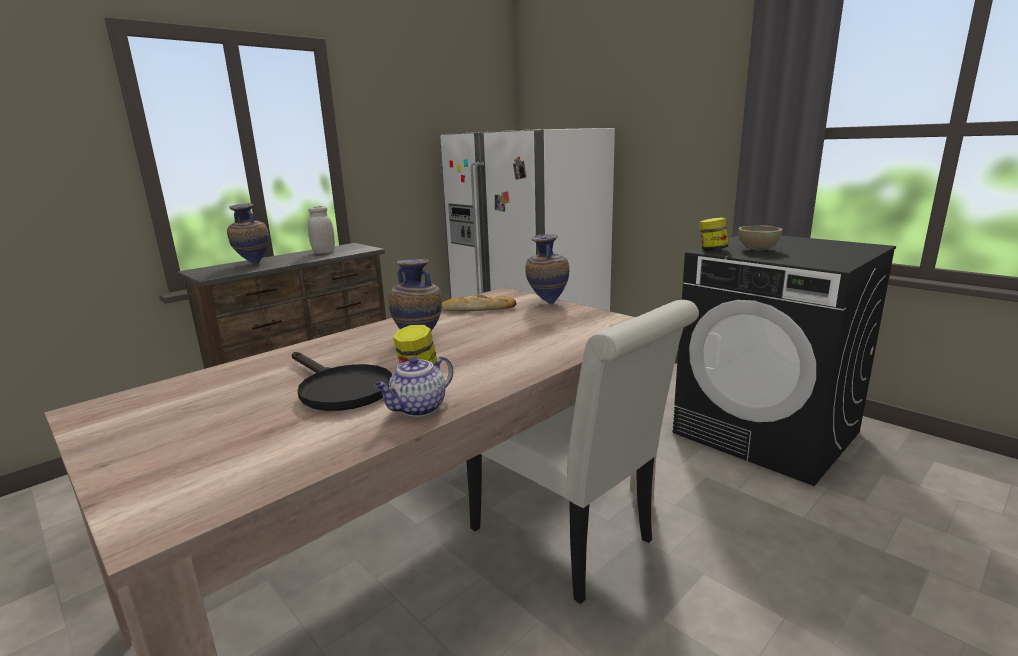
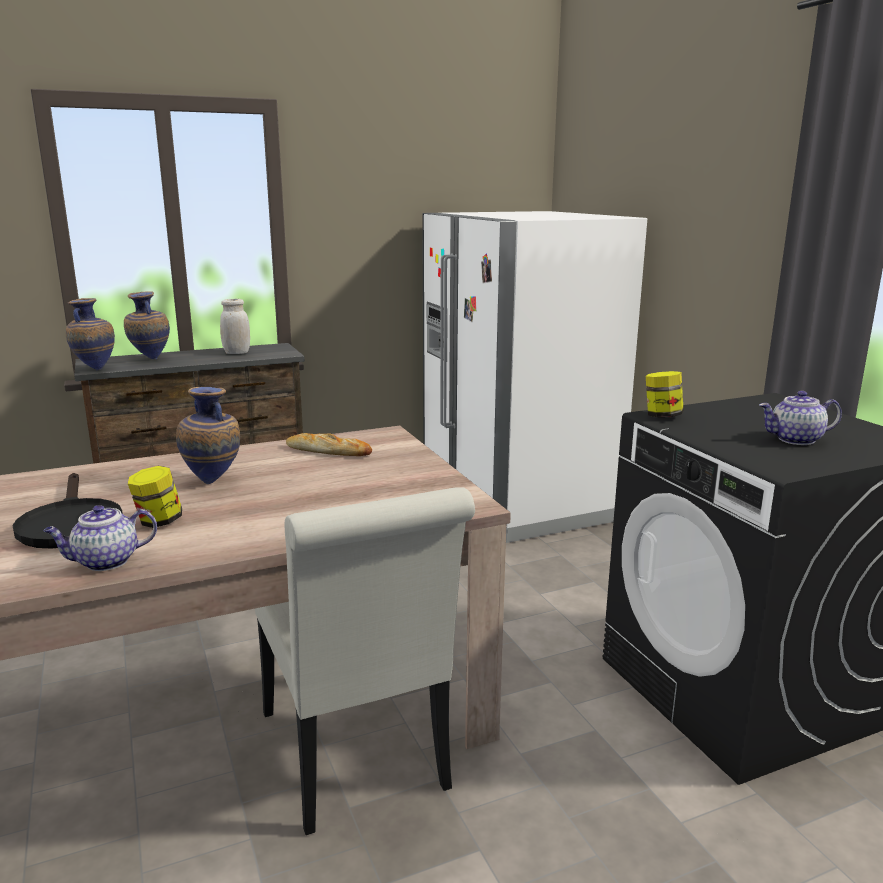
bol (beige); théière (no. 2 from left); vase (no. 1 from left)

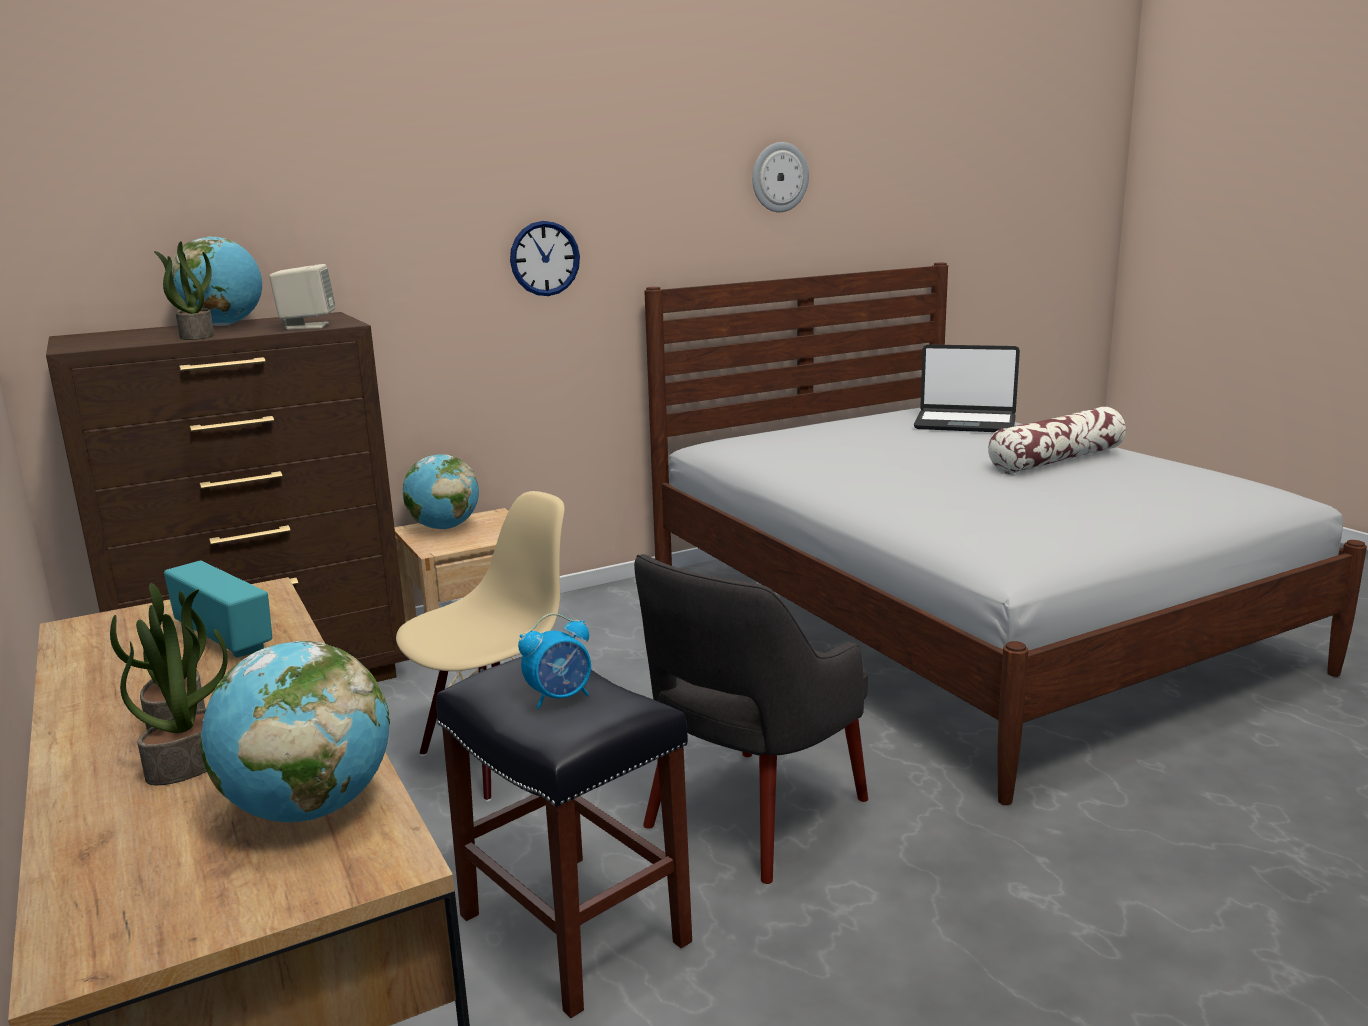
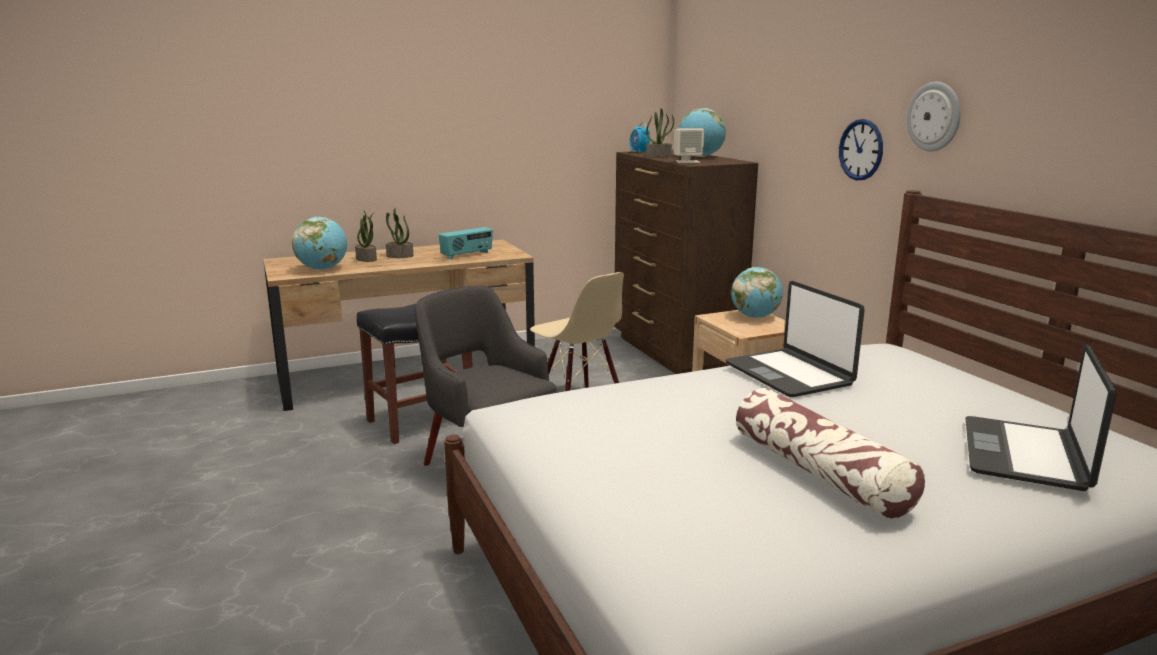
ordinateur portable (no. 1 from left); réveil; horloge murale (no. 2 from left)

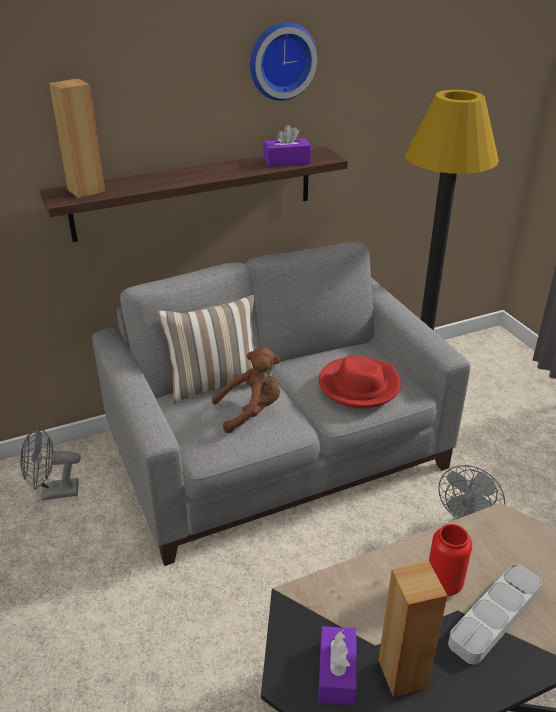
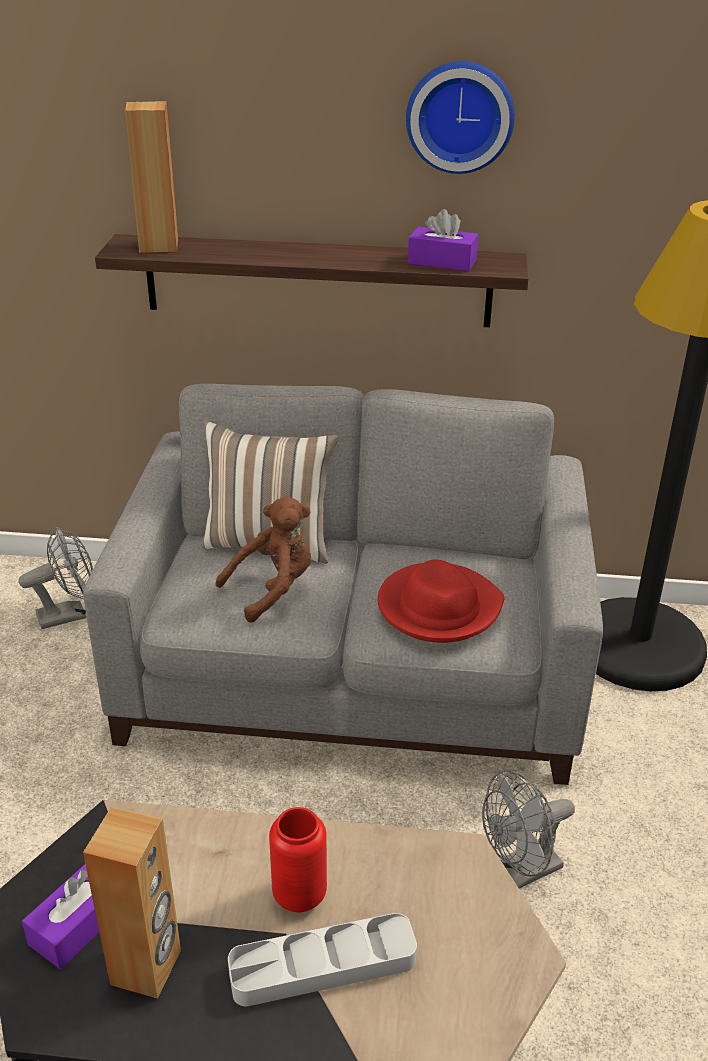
ventilateur (gris) (no. 1 from left); peluche (marron)

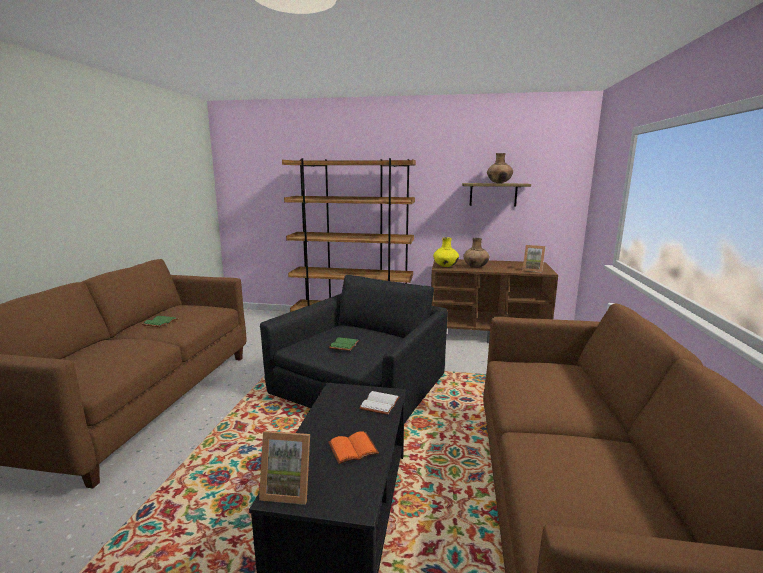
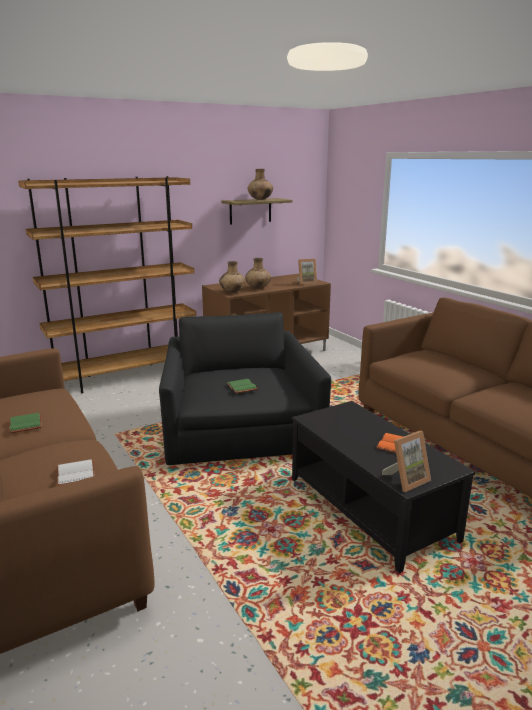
livre (blanc); vase (marron) (no. 1 from left)

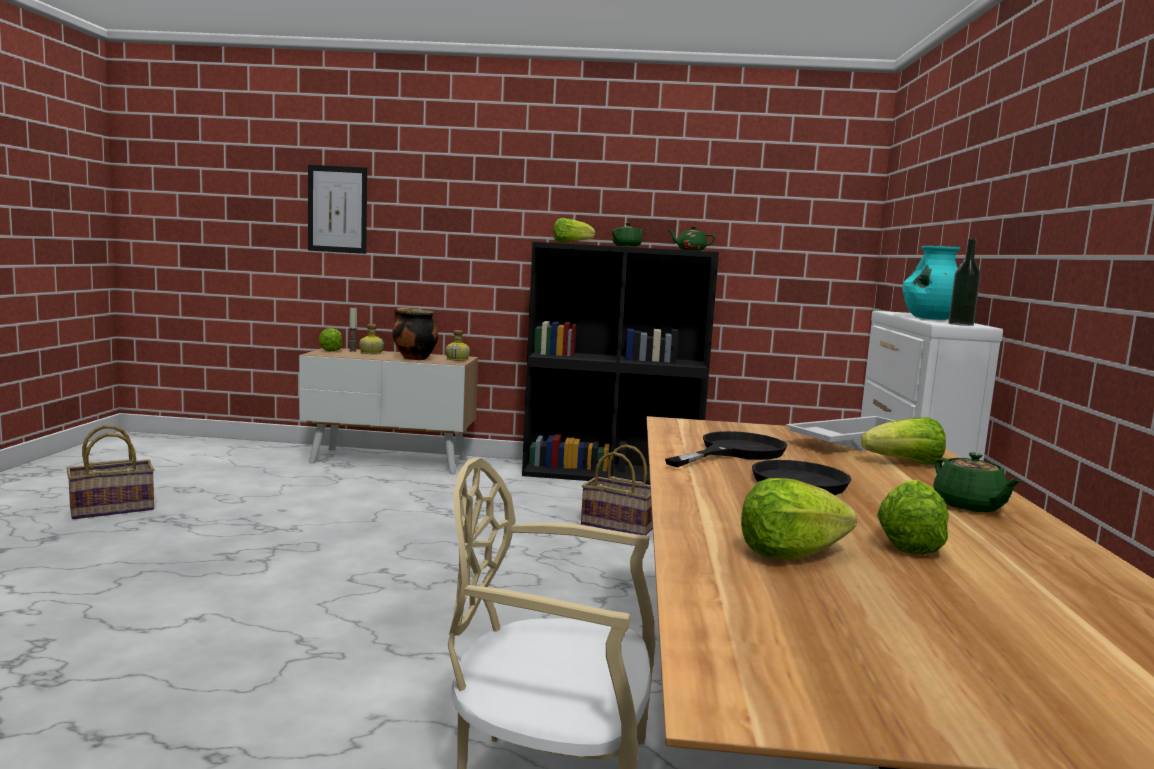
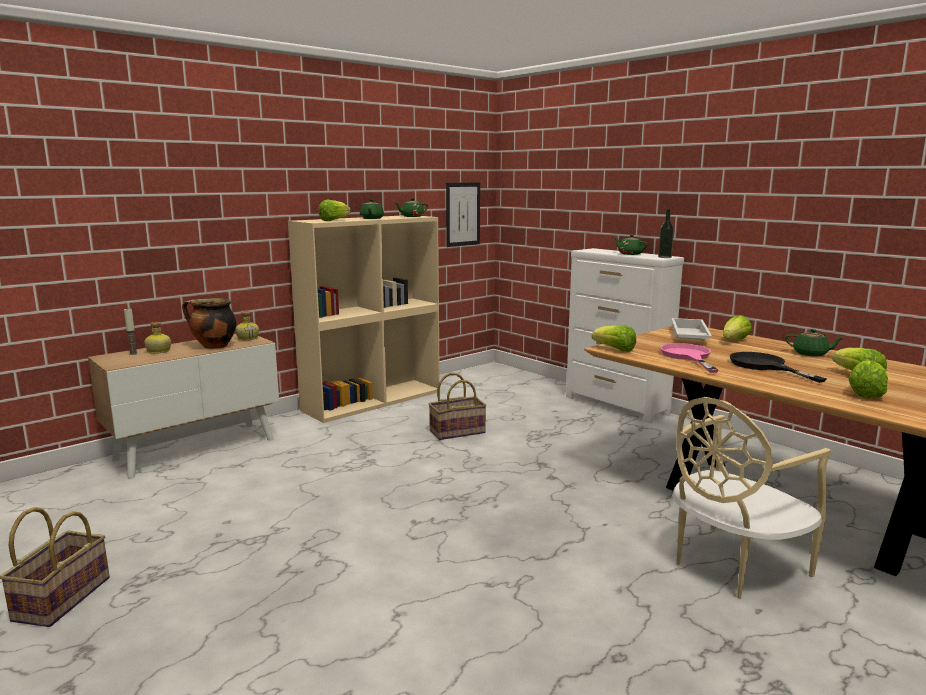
tableau; laitue (no. 2 from left); théière (vert) (no. 3 from left); bibliothèque (beige); poêle (rose)

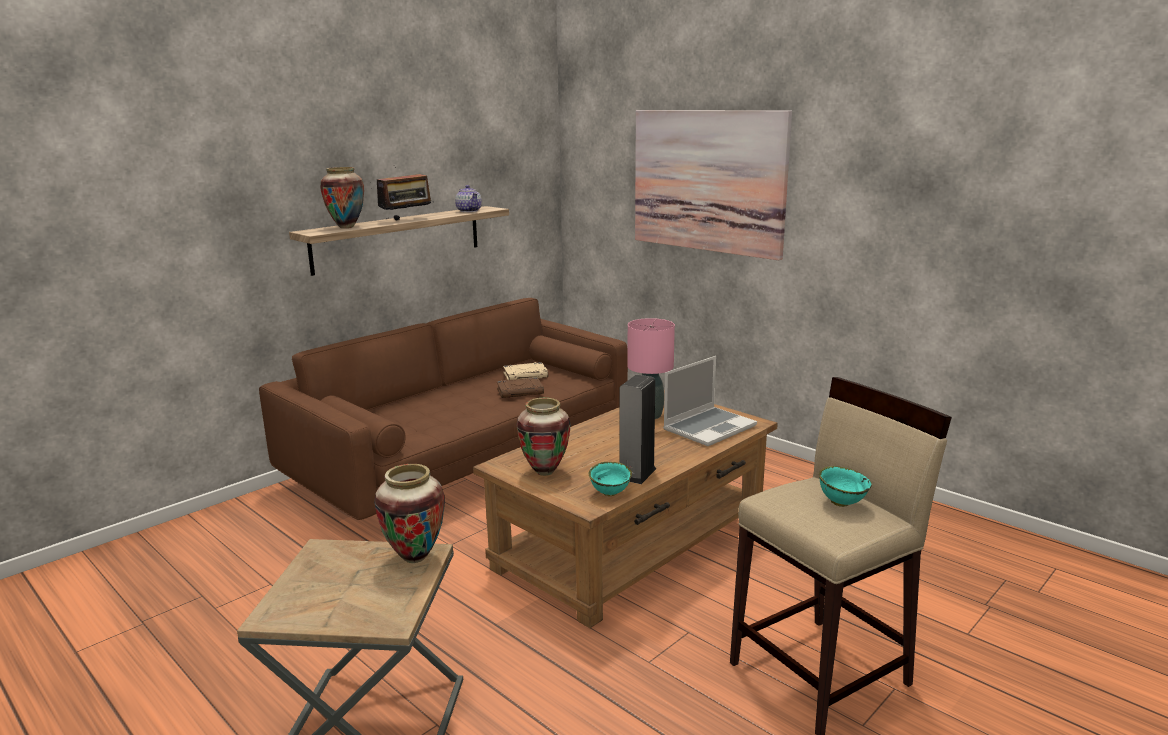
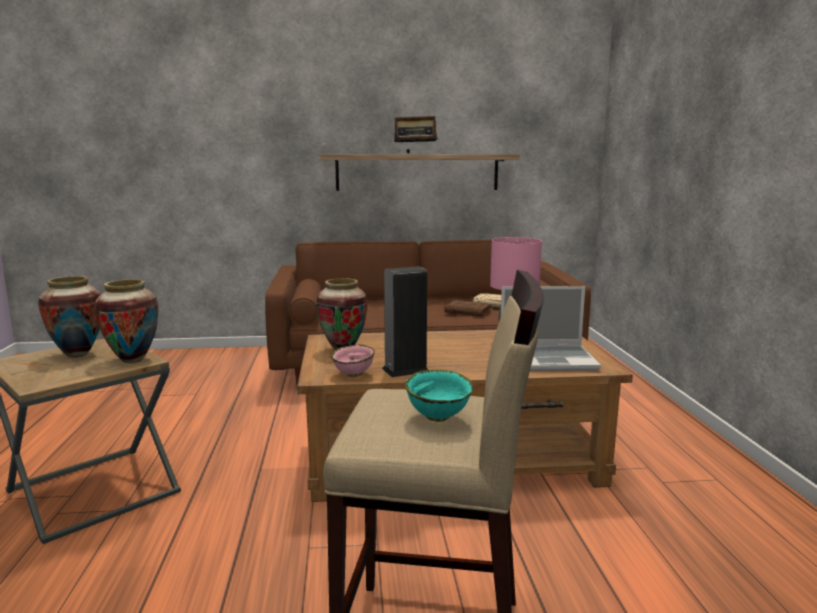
théière; tableau; vase (no. 1 from left); bol (rose)

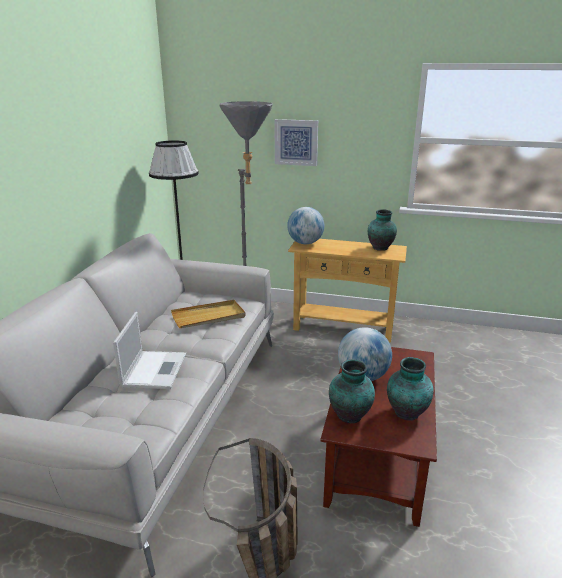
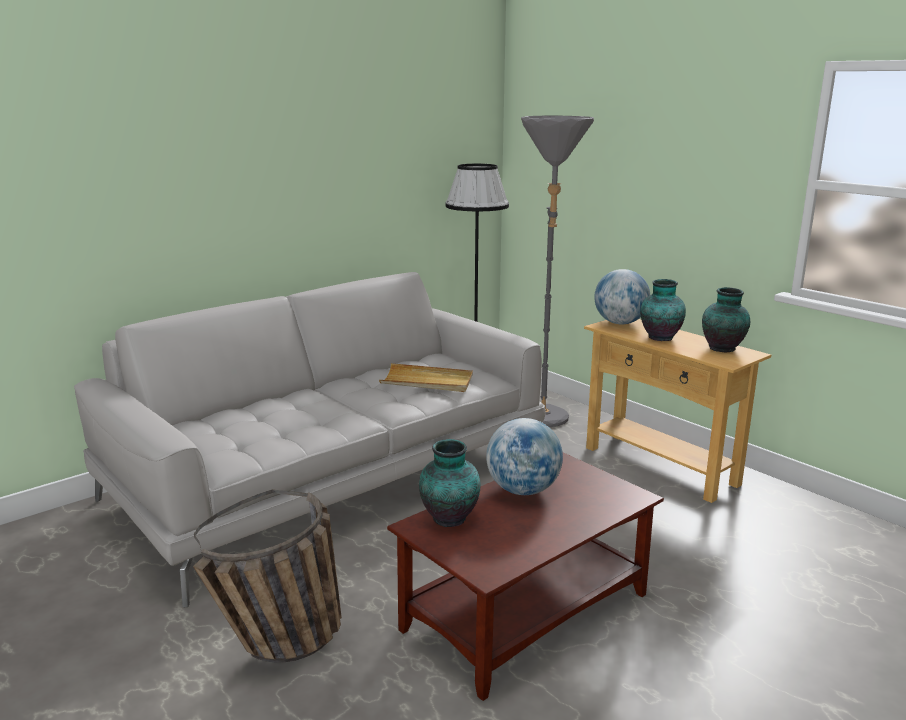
ordinateur portable; tableau; vase (no. 2 from left)

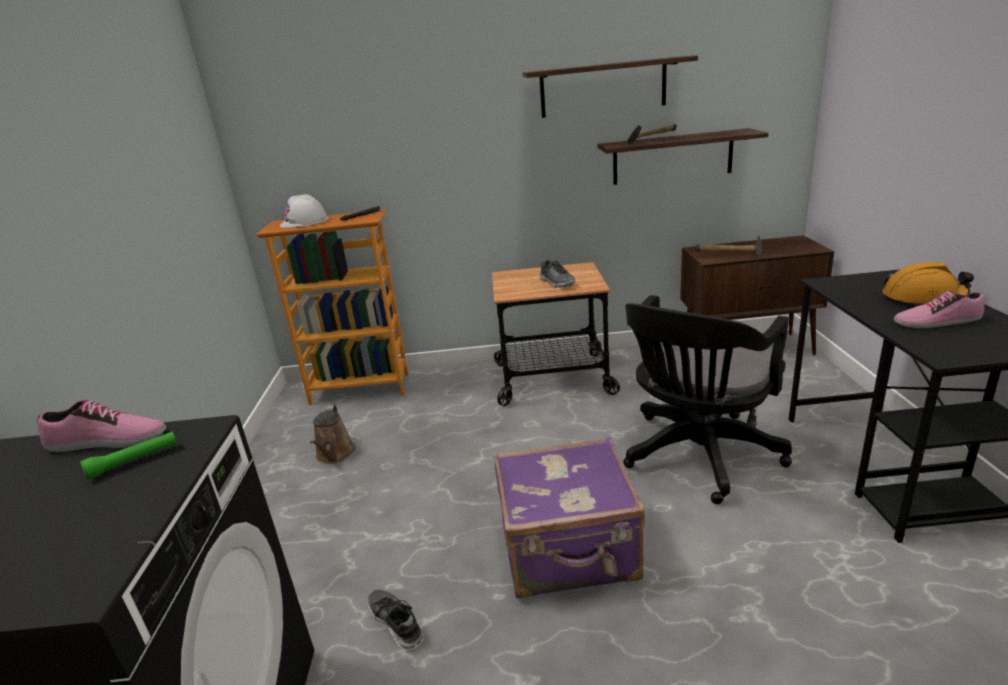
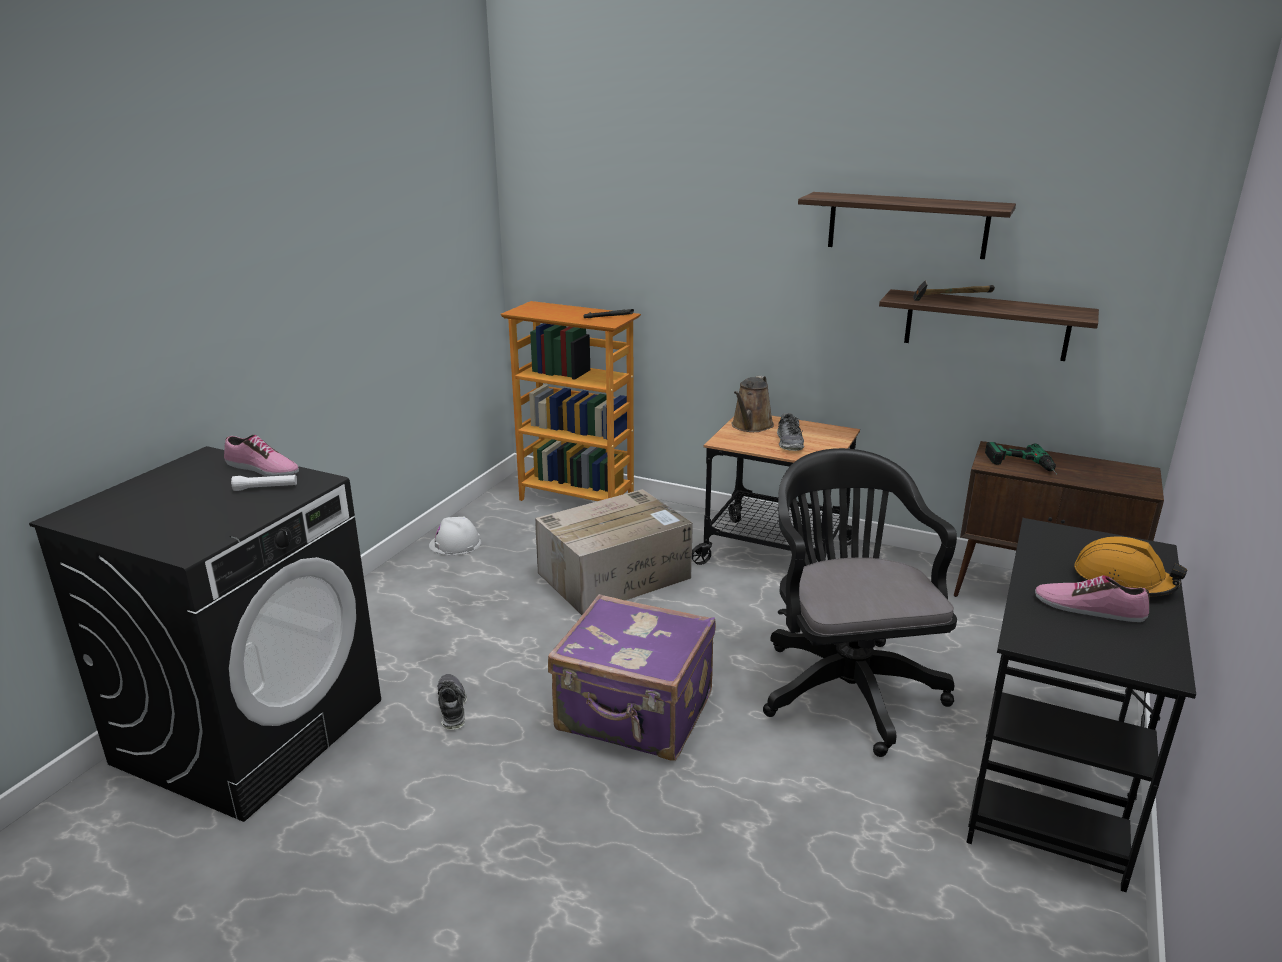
carton; casque de chantier (blanc); arrosoir (marron); perceuse; lampe de poche (blanc); chaise de bureau (noir)

